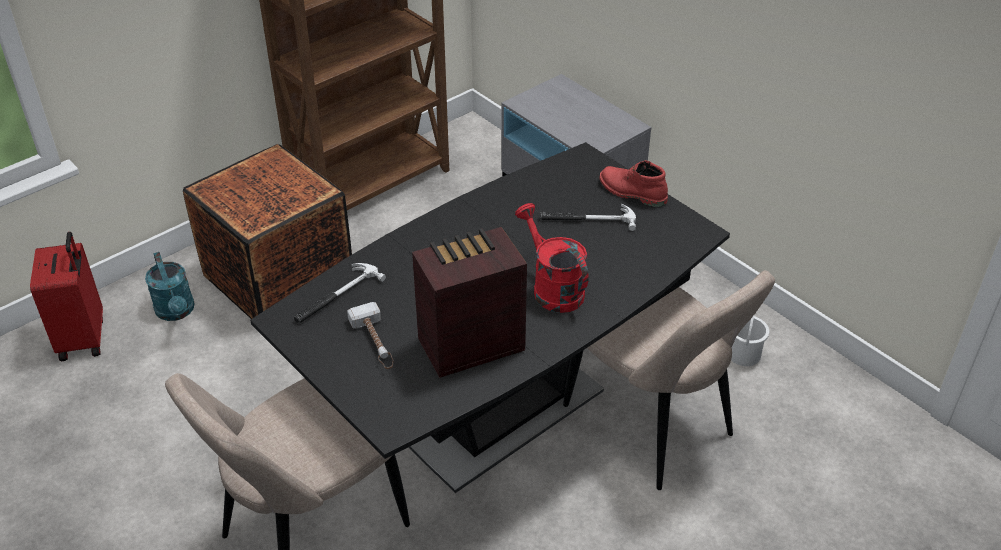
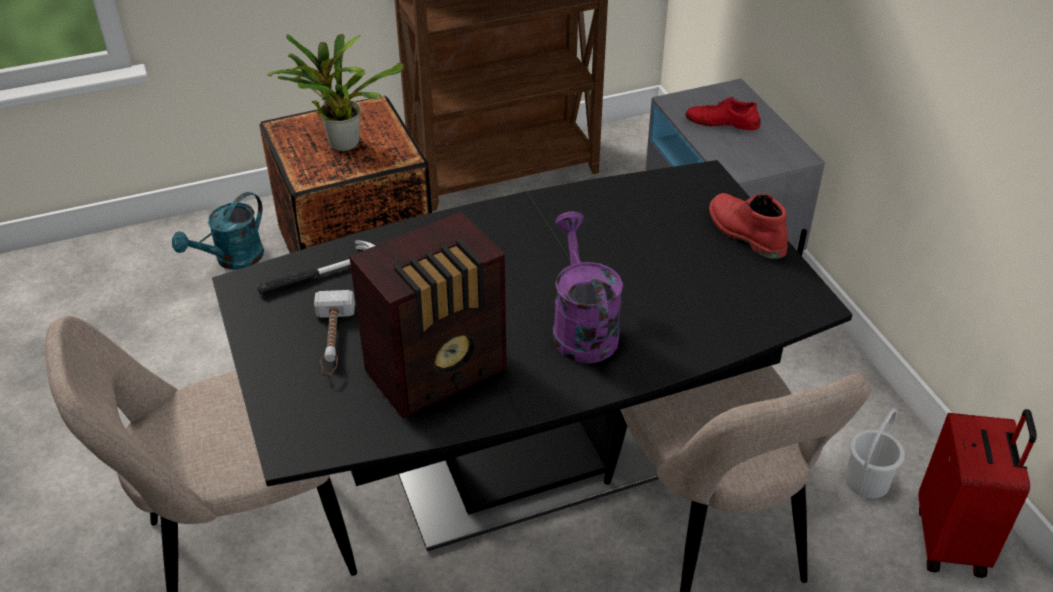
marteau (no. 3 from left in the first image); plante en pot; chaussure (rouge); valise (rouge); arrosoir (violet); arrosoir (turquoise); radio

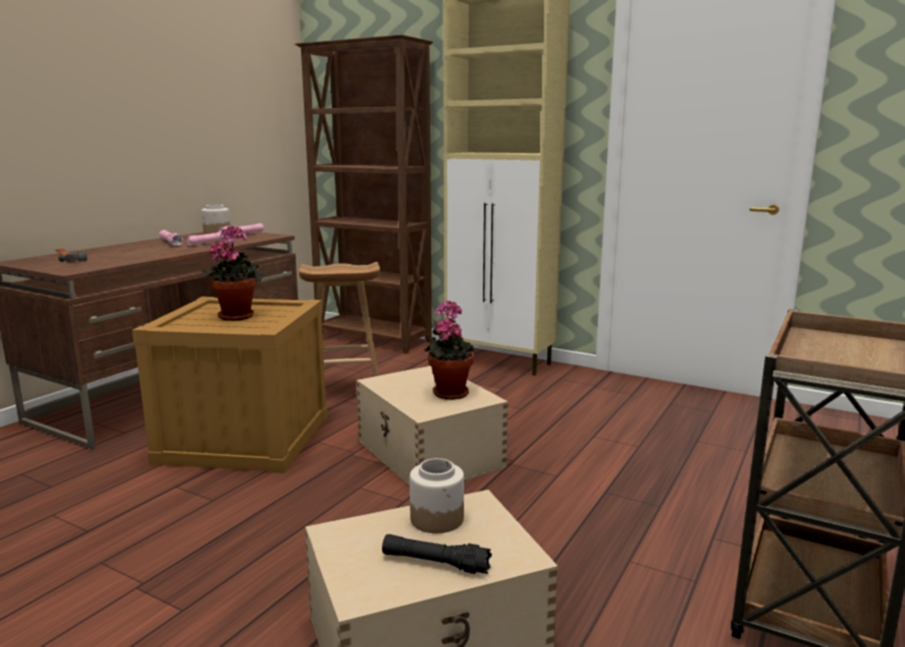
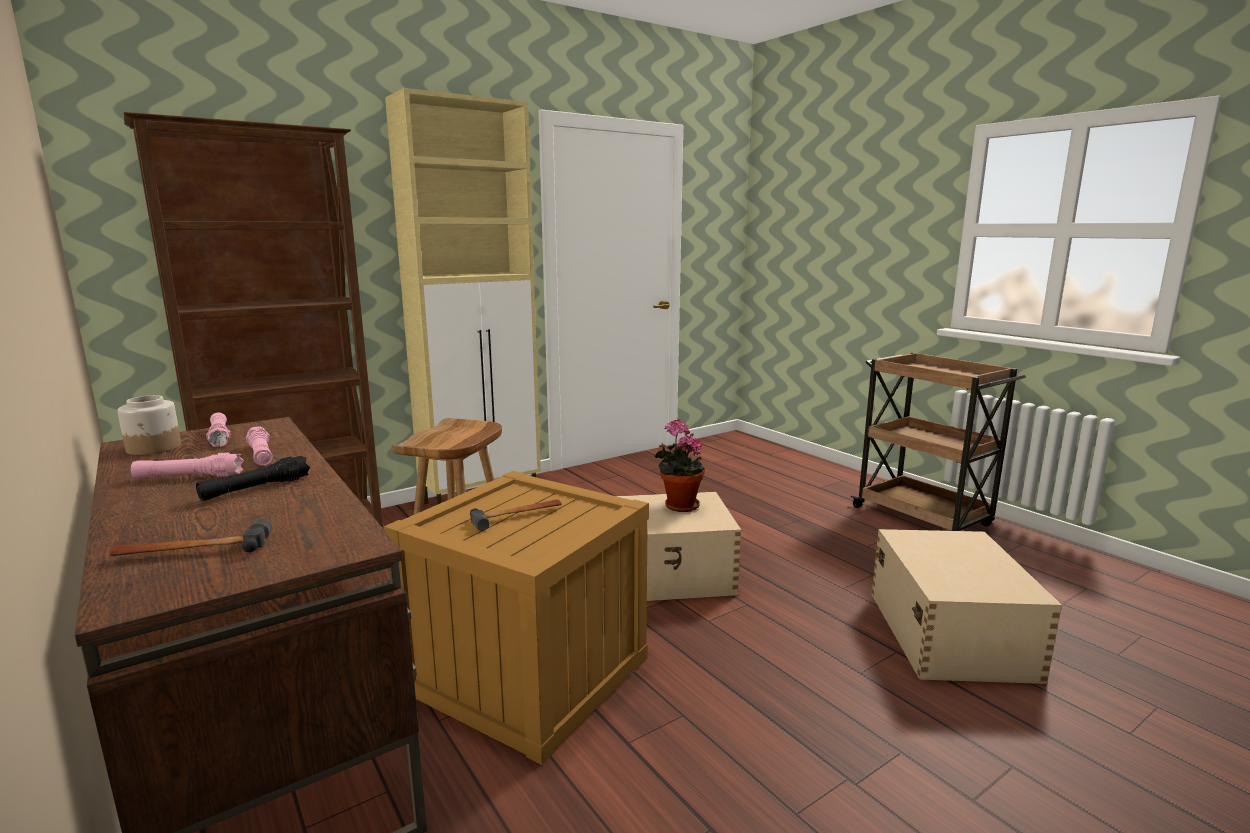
bocal (no. 2 from left in the first image); lampe de poche (noir); marteau (no. 2 from left)

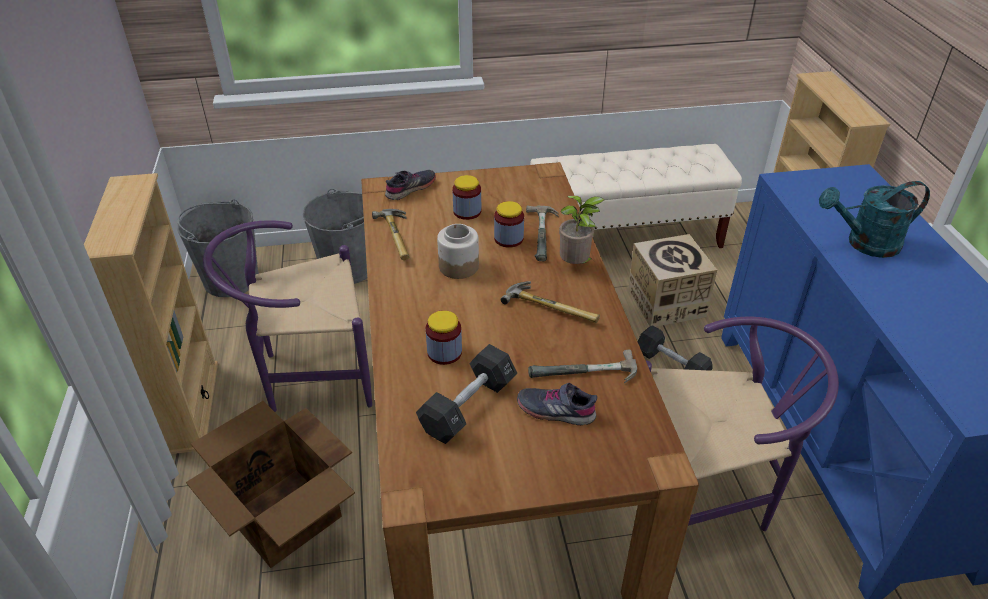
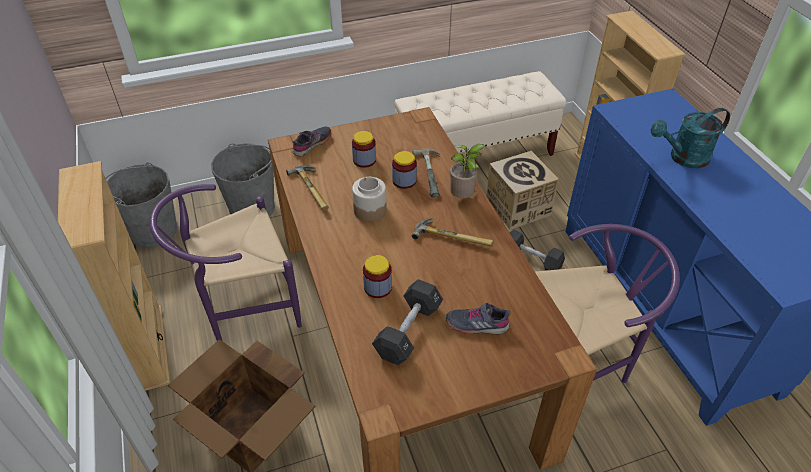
marteau (no. 4 from left in the first image)

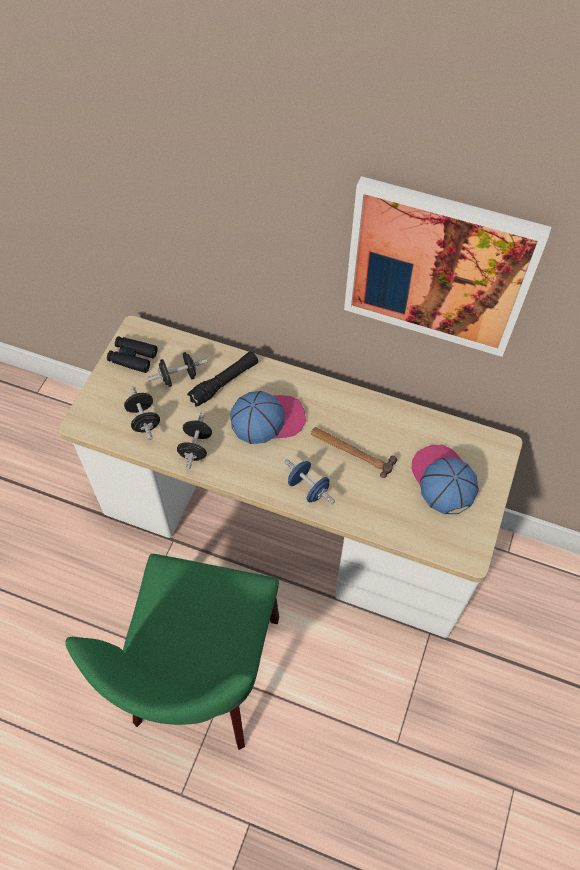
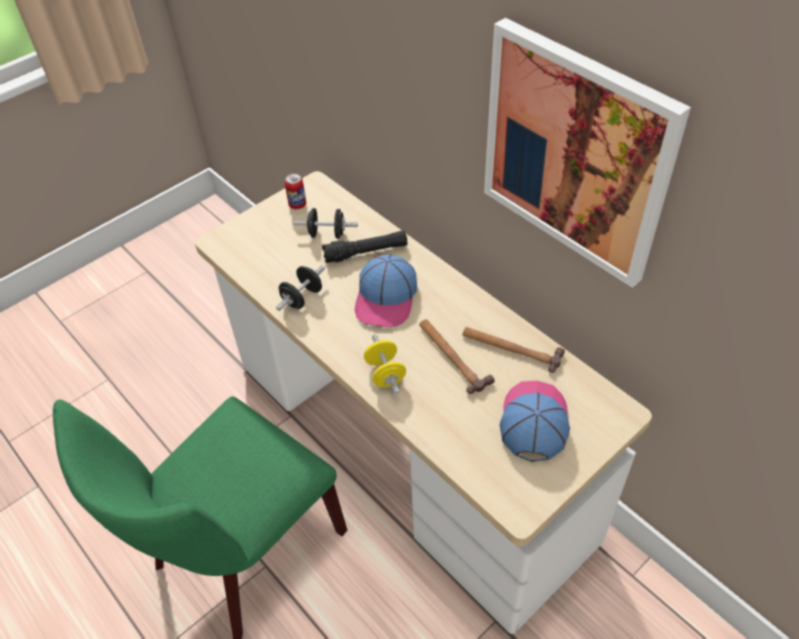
haltère (noir) (no. 1 from left in the first image); marteau (no. 2 from left); boîte métallique; haltère (jaune); casquette (no. 1 from left)

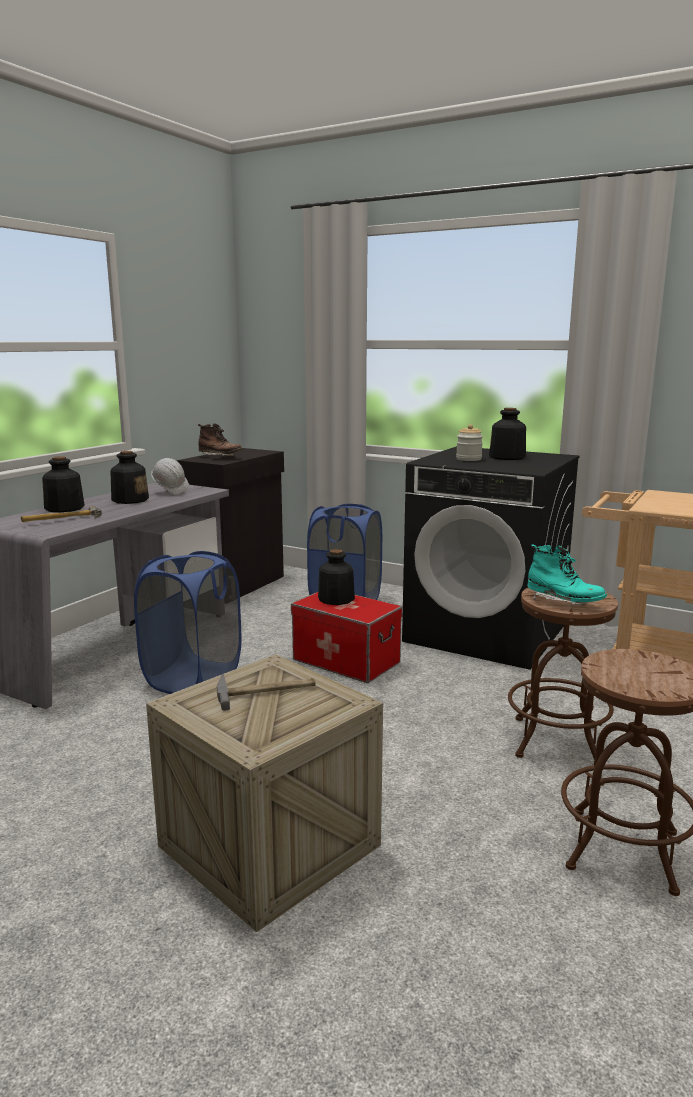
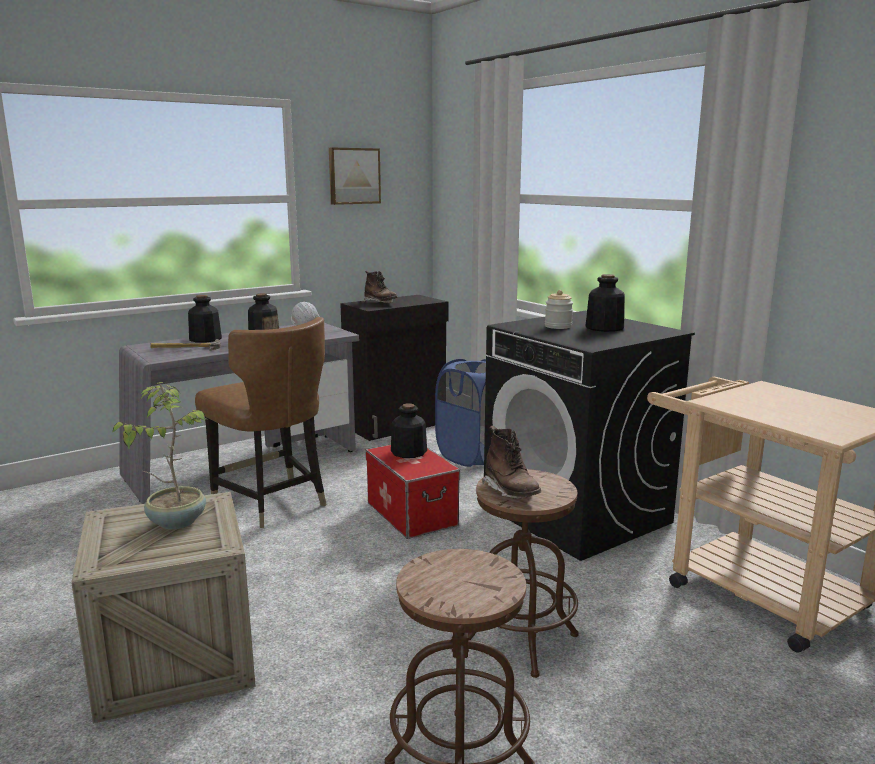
tableau; chaise (marron); plante en pot; botte (marron) (no. 2 from left)

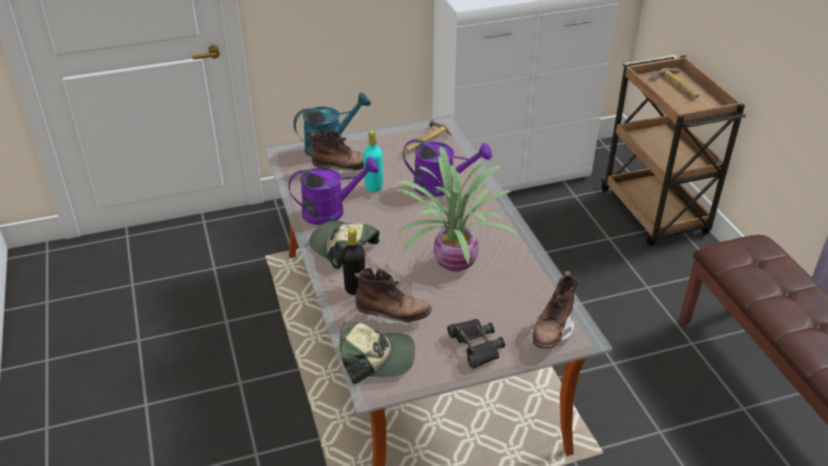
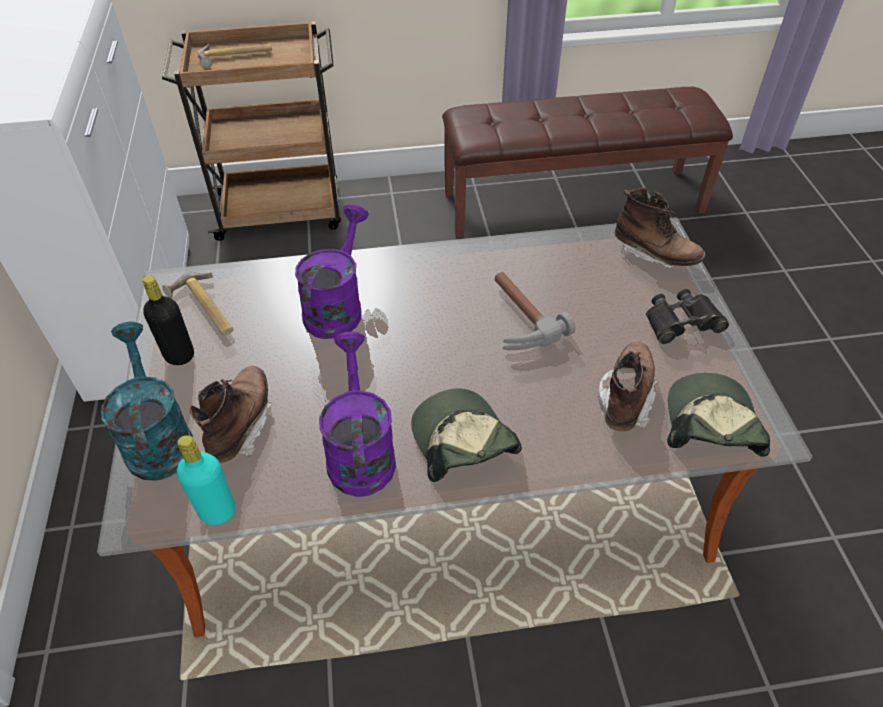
bouteille (noir); bouteille (turquoise); marteau (no. 3 from left); casquette (no. 1 from left)

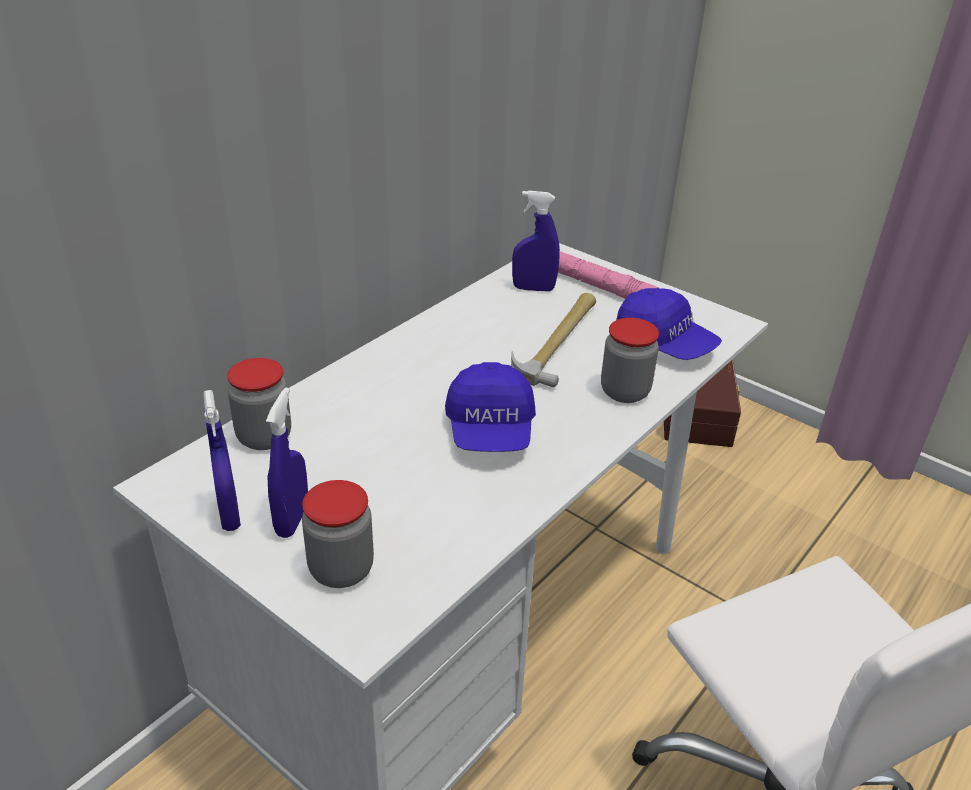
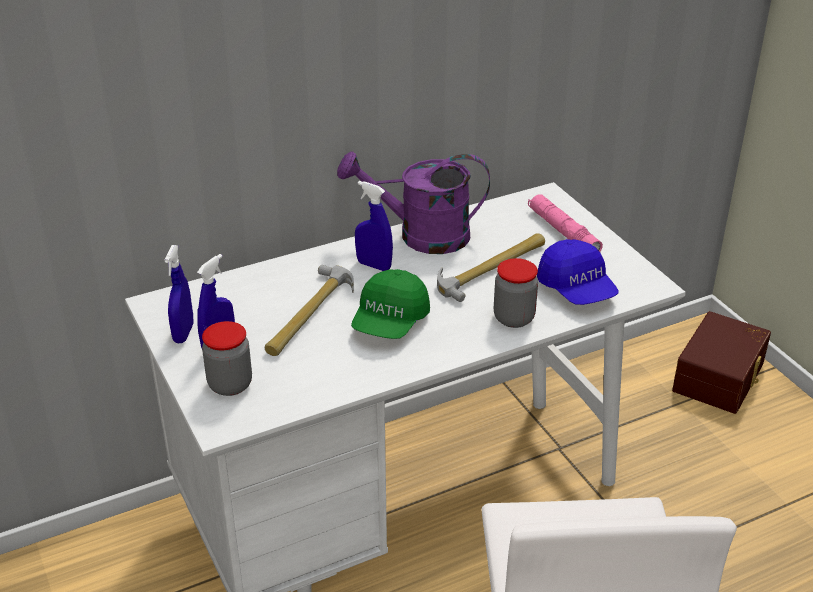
bocal (no. 1 from left in the first image); marteau (no. 1 from left); arrosoir (violet); vaporisateur (bleu) (no. 3 from left); casquette (vert)

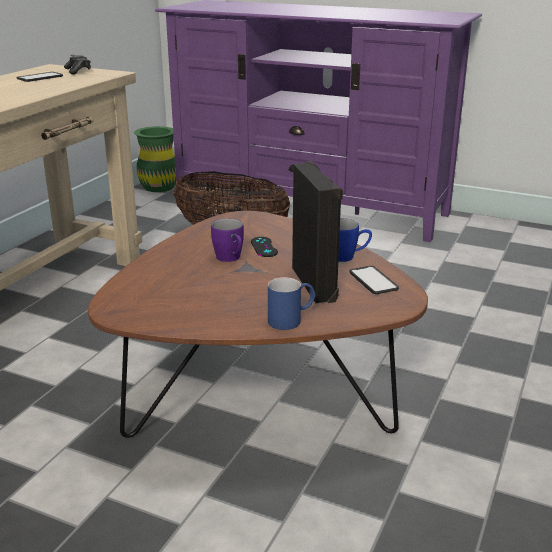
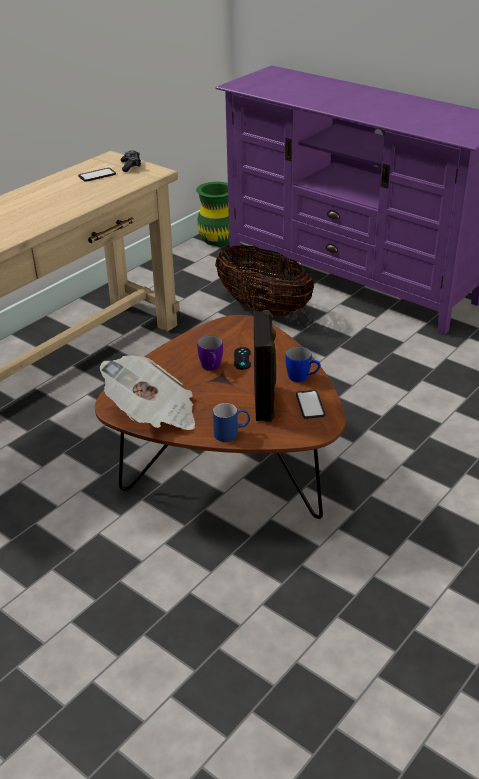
journal

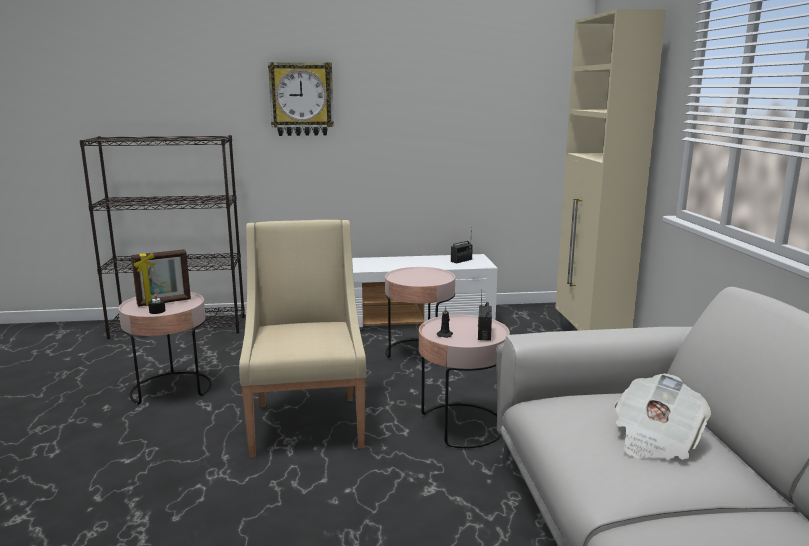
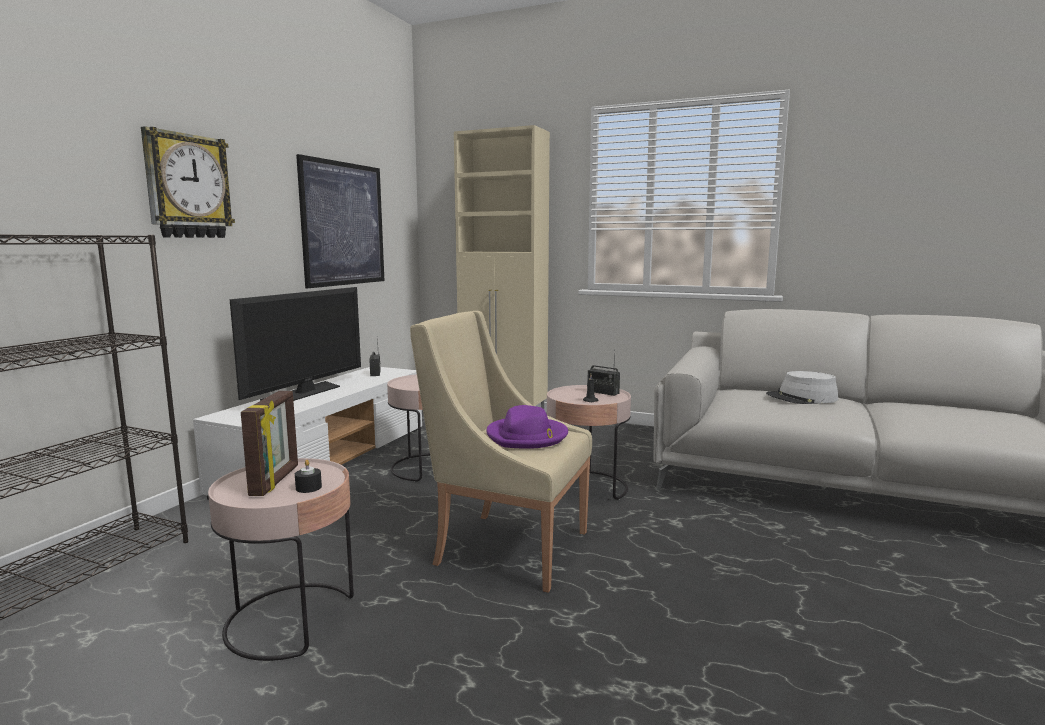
téléviseur; tableau; chapeau (violet); chapeau (gris)

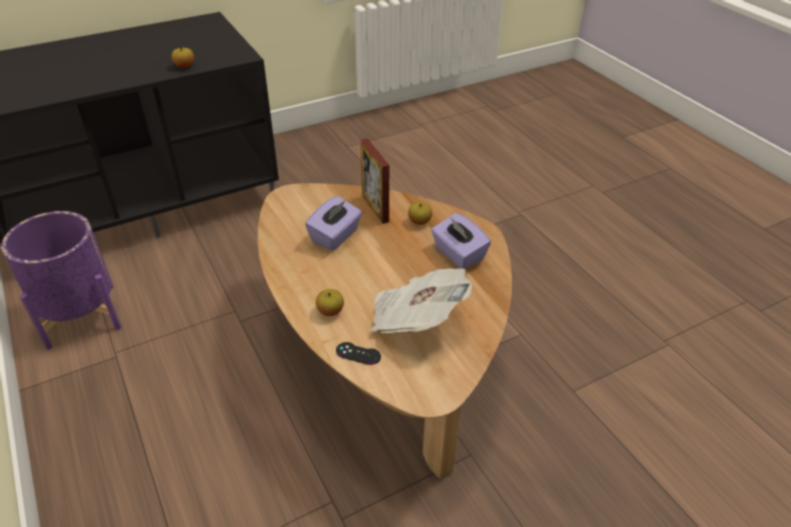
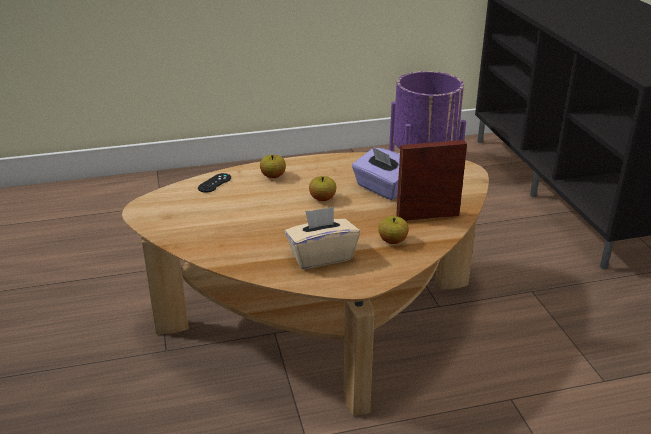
journal; pomme (no. 2 from left); boîte à mouchoirs (beige)

